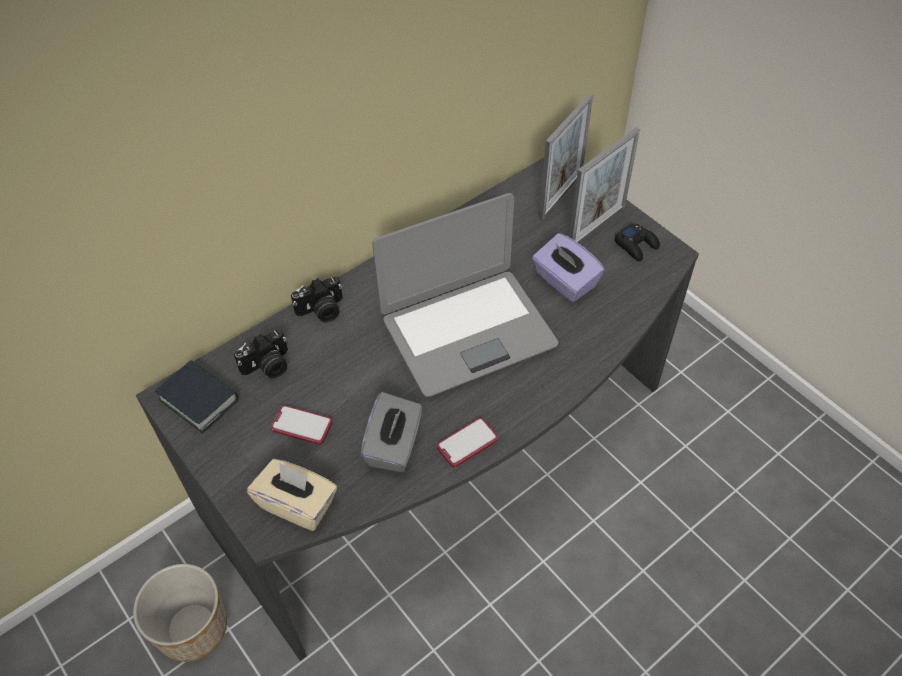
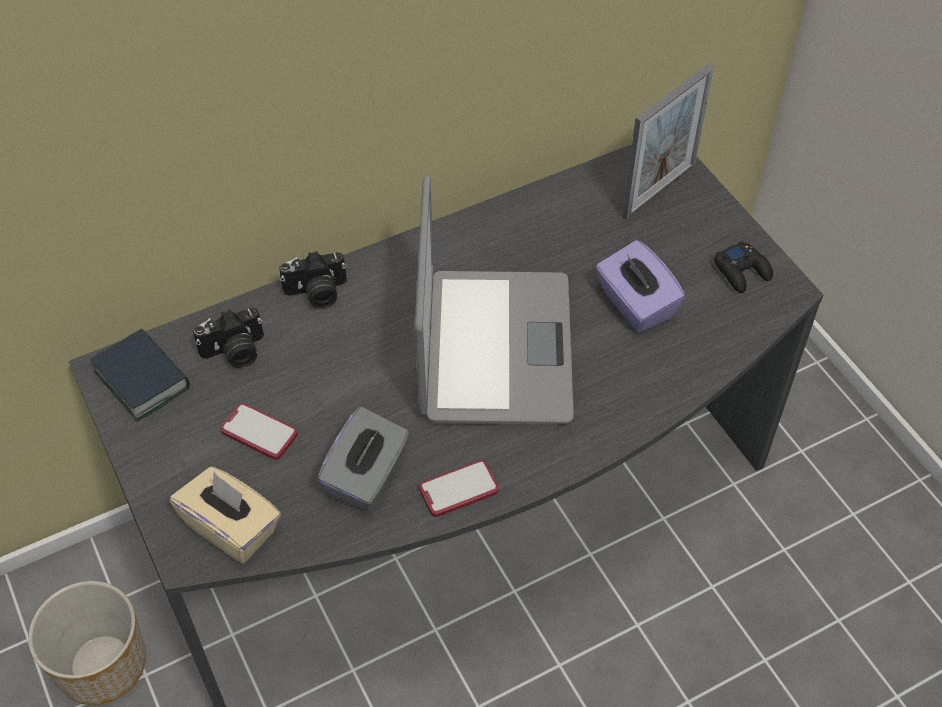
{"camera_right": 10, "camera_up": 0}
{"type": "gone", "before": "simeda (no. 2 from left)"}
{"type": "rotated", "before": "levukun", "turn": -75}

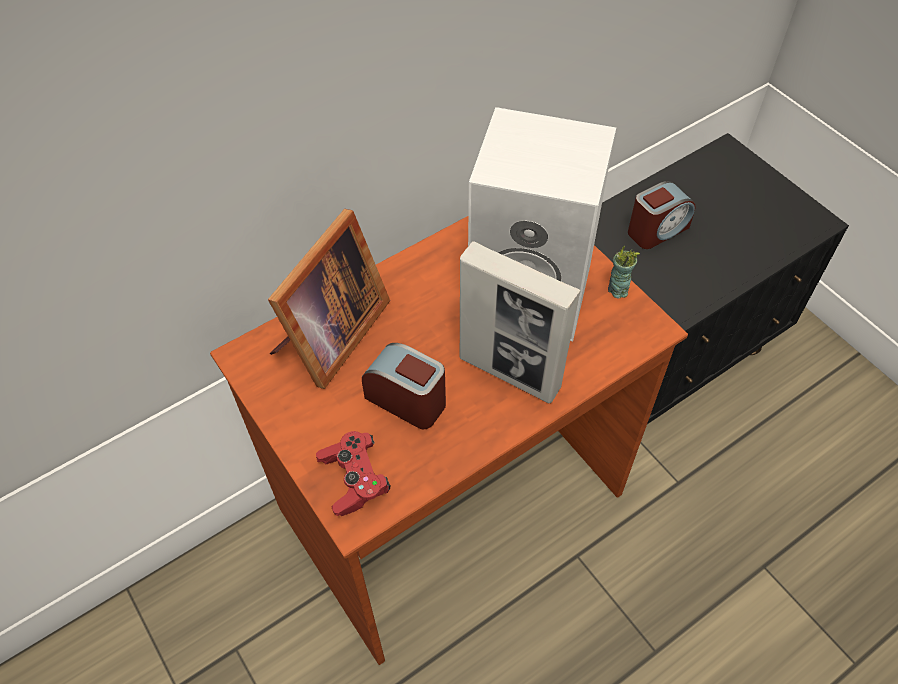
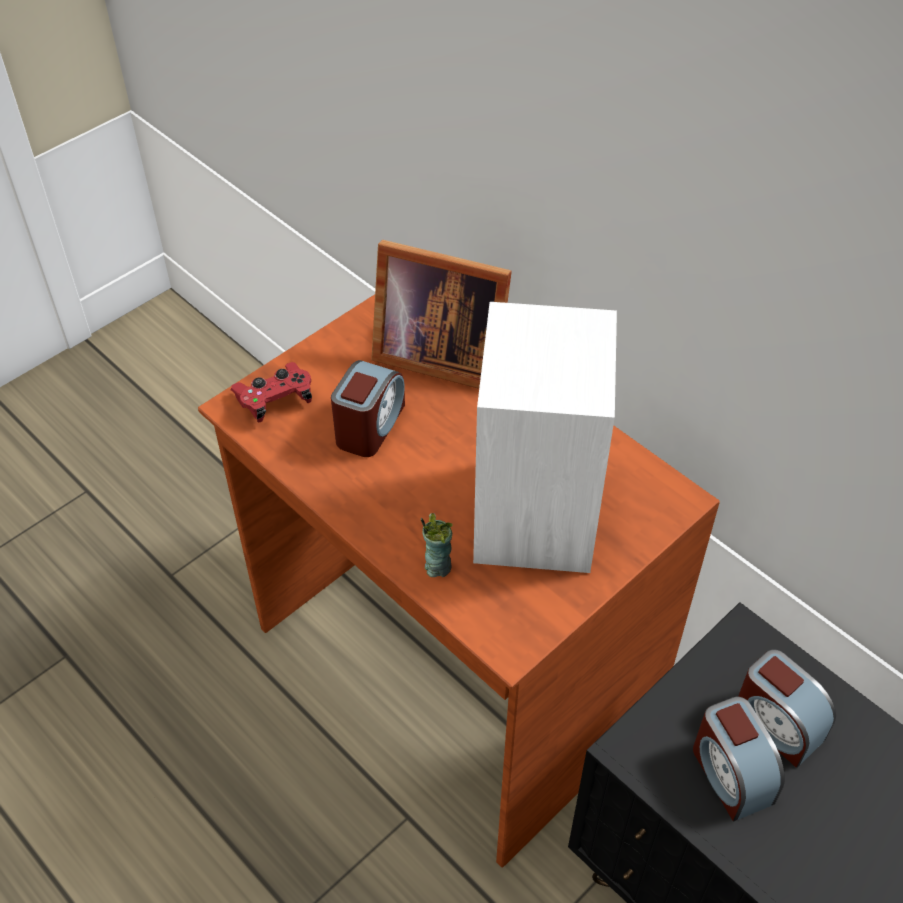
{"camera_right": 80, "camera_up": -5}
{"type": "gone", "before": "simeda (no. 2 from left)"}
{"type": "new", "after": "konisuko (no. 2 from left)"}
{"type": "shifted", "before": "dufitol"}

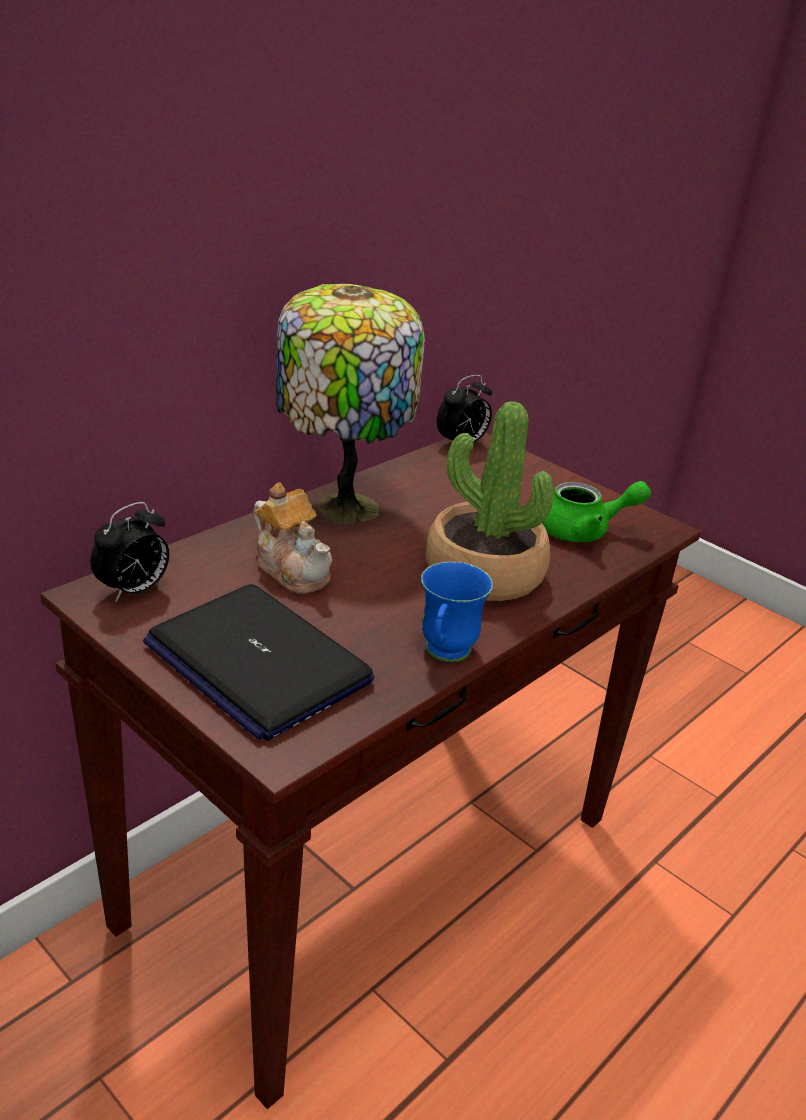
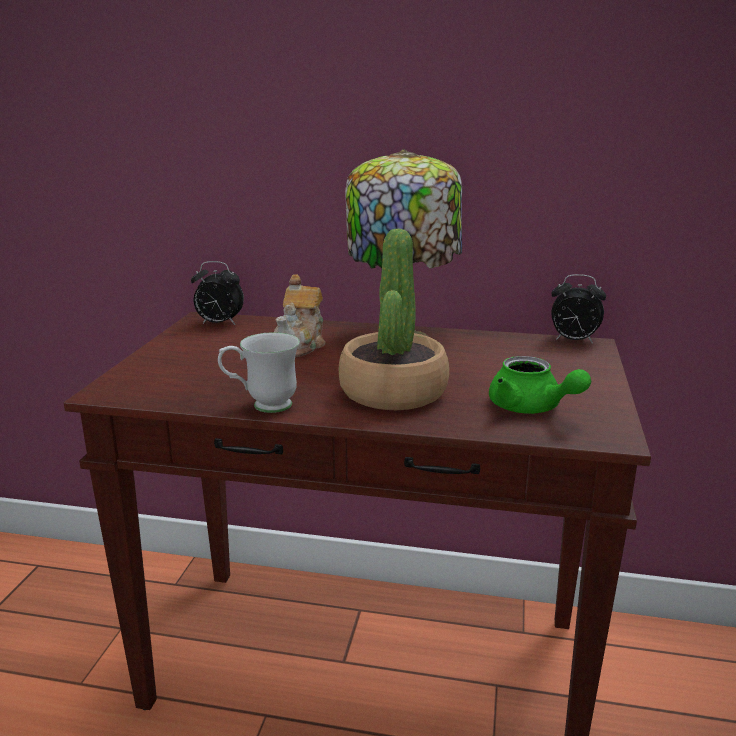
{"camera_right": 60, "camera_up": -10}
{"type": "gone", "before": "levukun"}
{"type": "repainted", "before": "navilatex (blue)", "after": "navilatex (white)"}

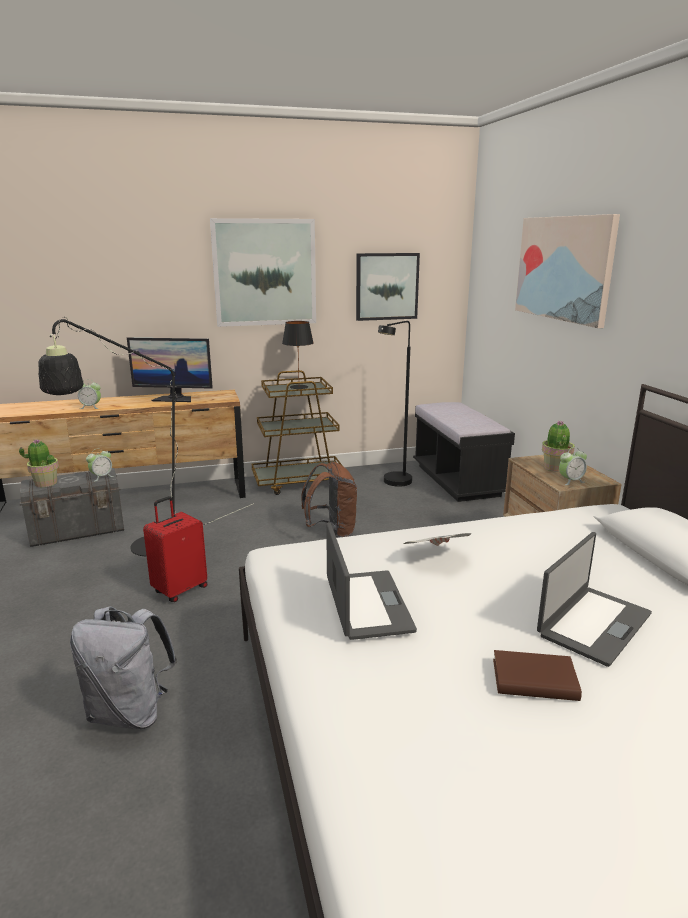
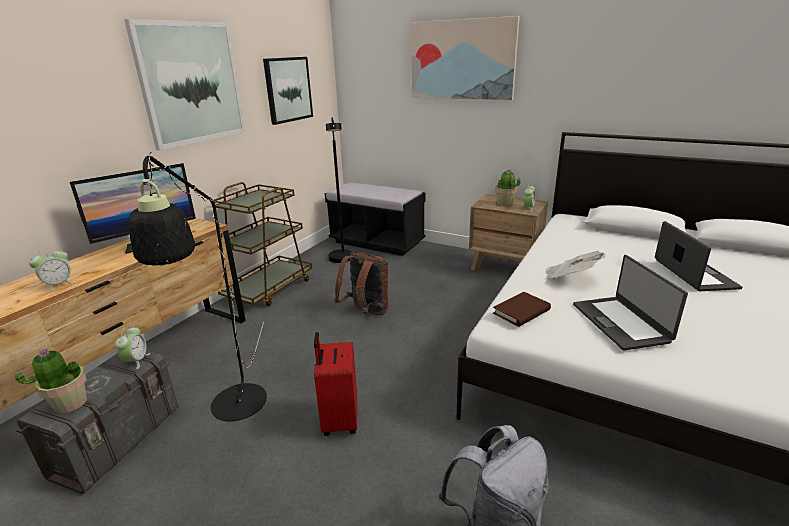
{"camera_right": -45, "camera_up": 5}
{"type": "gone", "before": "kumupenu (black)"}
{"type": "shifted", "before": "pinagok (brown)"}
{"type": "rotated", "before": "levukun (no. 1 from left)", "turn": -135}

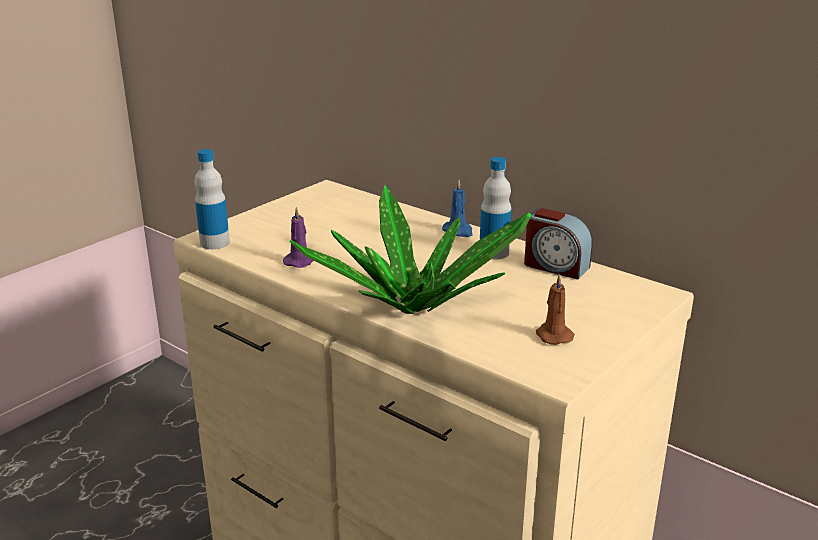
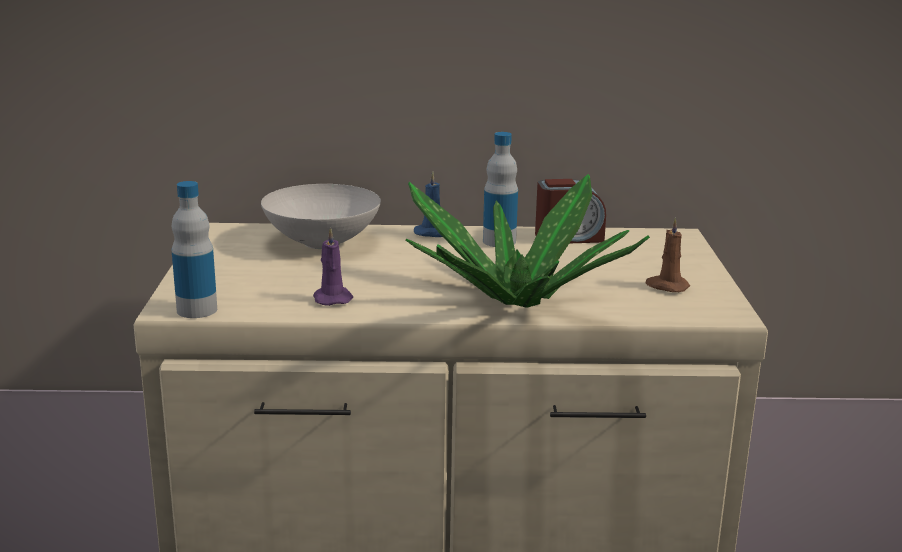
{"camera_right": -40, "camera_up": -5}
{"type": "new", "after": "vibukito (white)"}

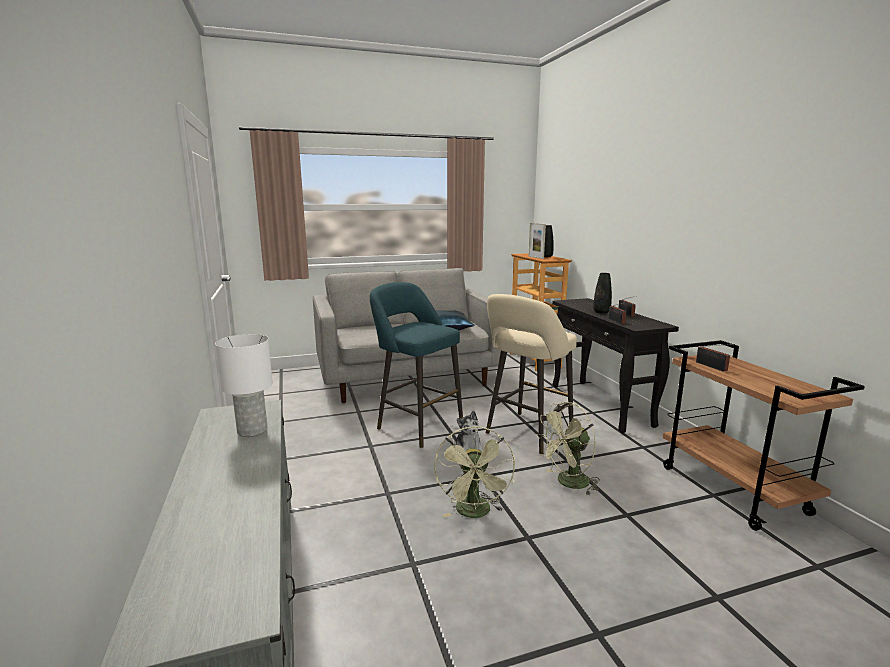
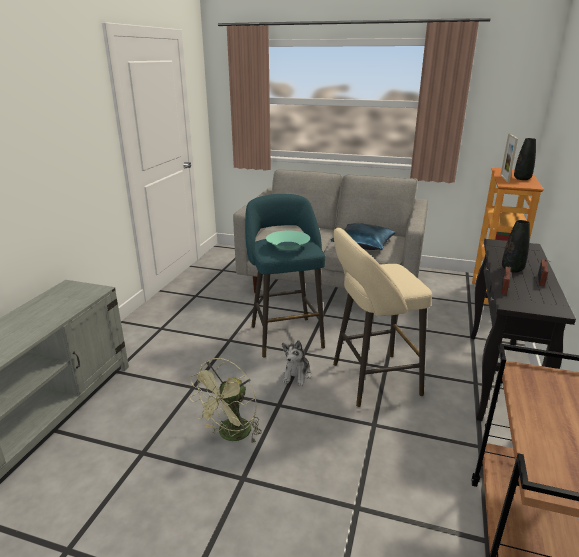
{"camera_right": 35, "camera_up": 10}
{"type": "gone", "before": "kumupenu (white)"}
{"type": "gone", "before": "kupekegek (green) (no. 2 from left)"}
{"type": "gone", "before": "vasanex (no. 3 from left)"}
{"type": "new", "after": "vibukito (turquoise)"}

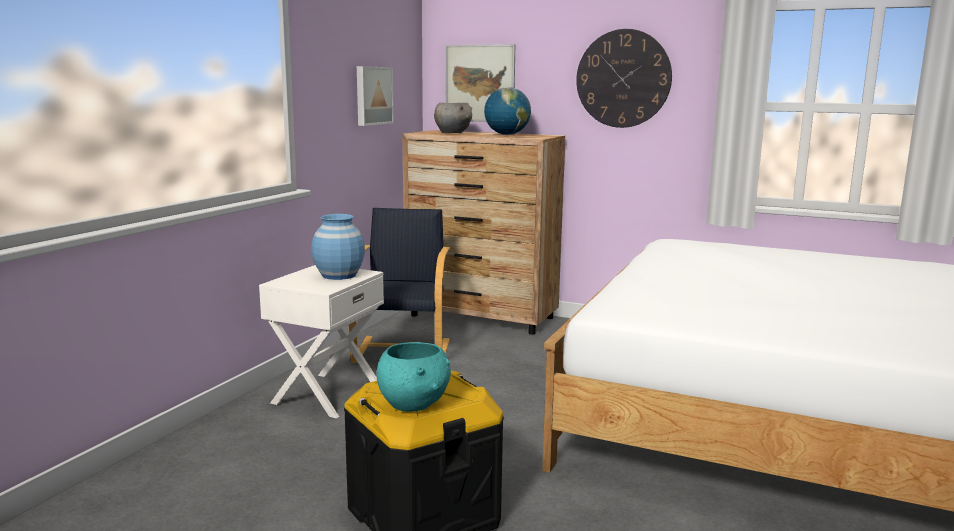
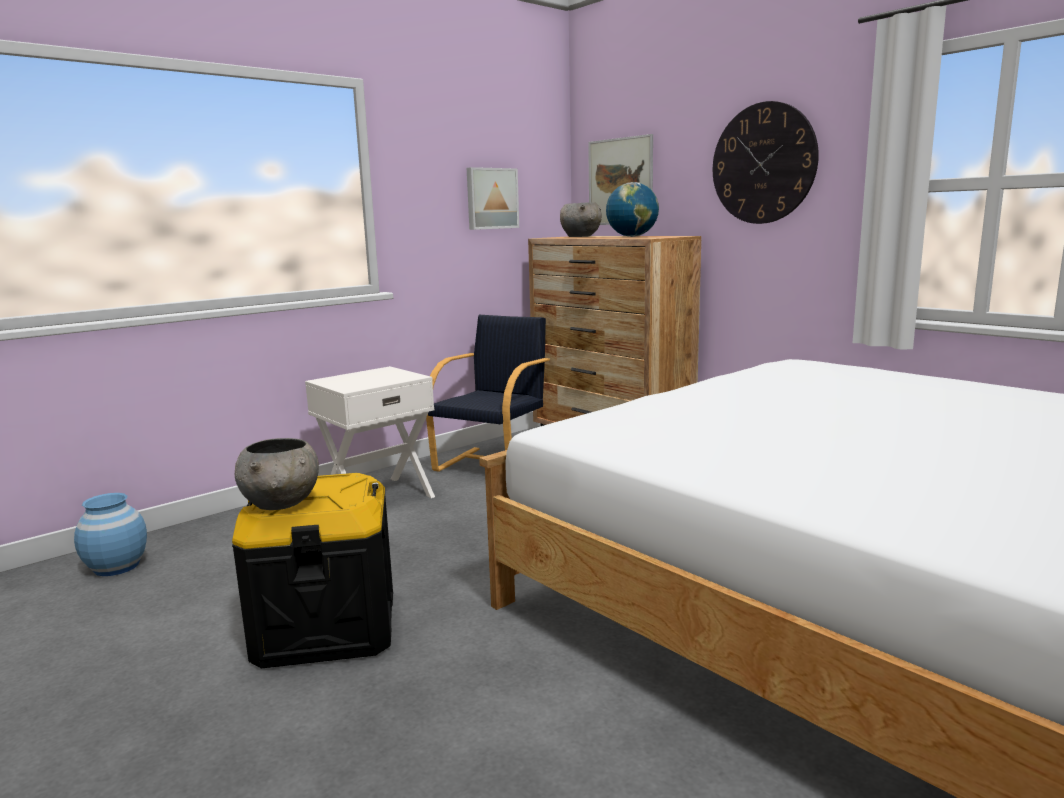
{"camera_right": 25, "camera_up": 0}
{"type": "shifted", "before": "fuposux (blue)"}
{"type": "repainted", "before": "vibukito (turquoise)", "after": "vibukito (grey) (no. 1 from left)"}

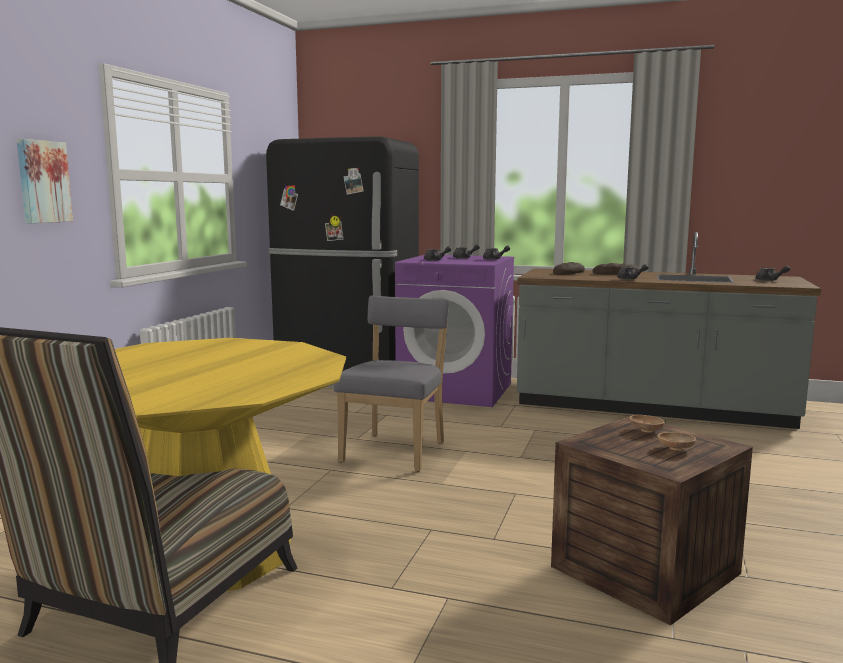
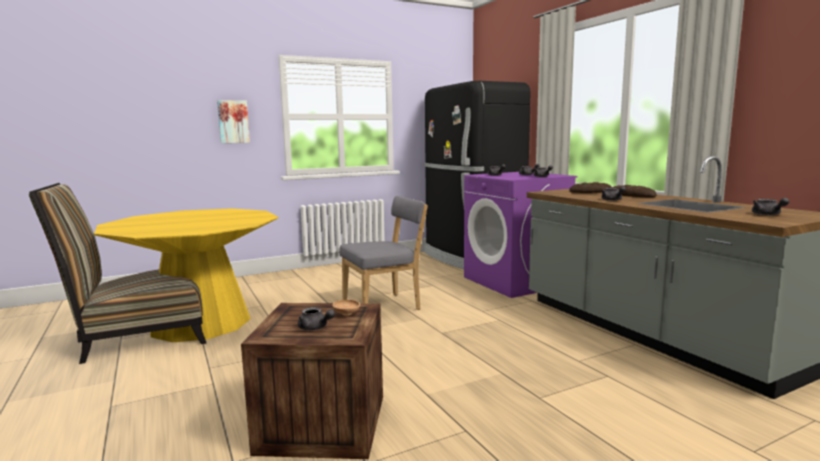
{"camera_right": 45, "camera_up": 0}
{"type": "swapped", "before": "vibukito (brown) (no. 2 from left)", "after": "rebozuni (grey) (no. 1 from left)"}

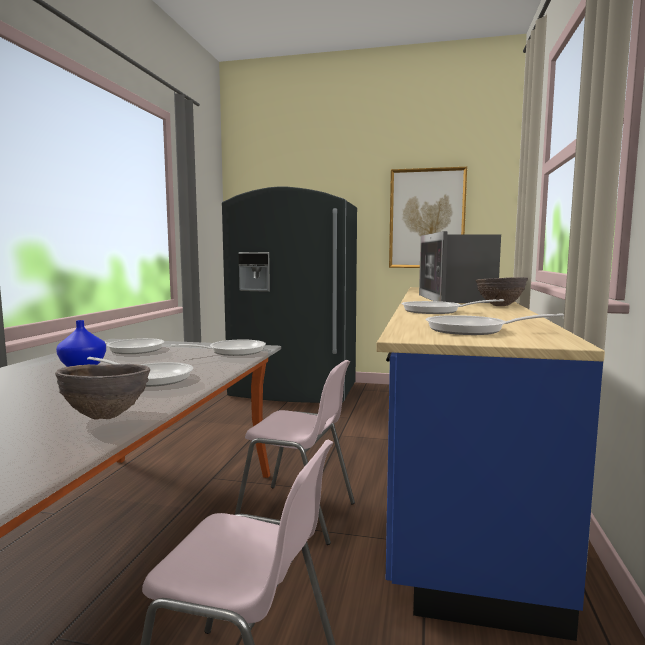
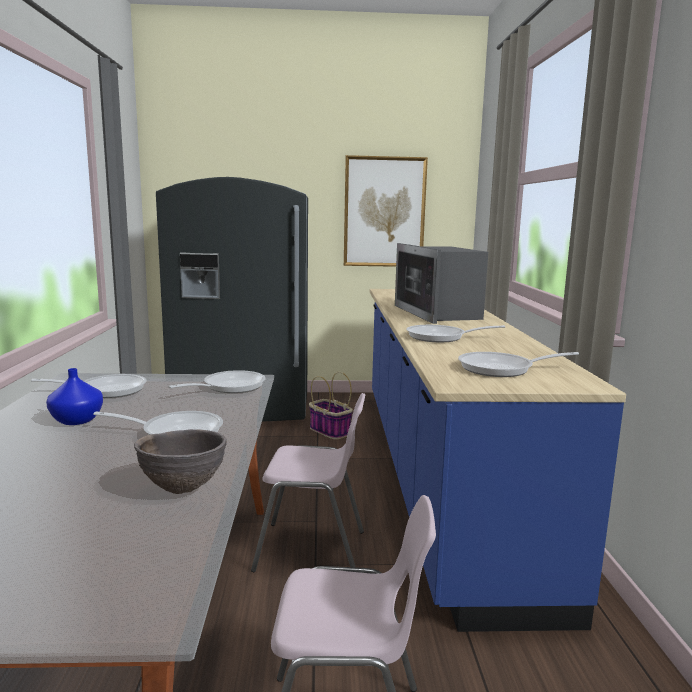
{"camera_right": -15, "camera_up": 5}
{"type": "gone", "before": "vibukito (brown) (no. 2 from left)"}
{"type": "new", "after": "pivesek"}

